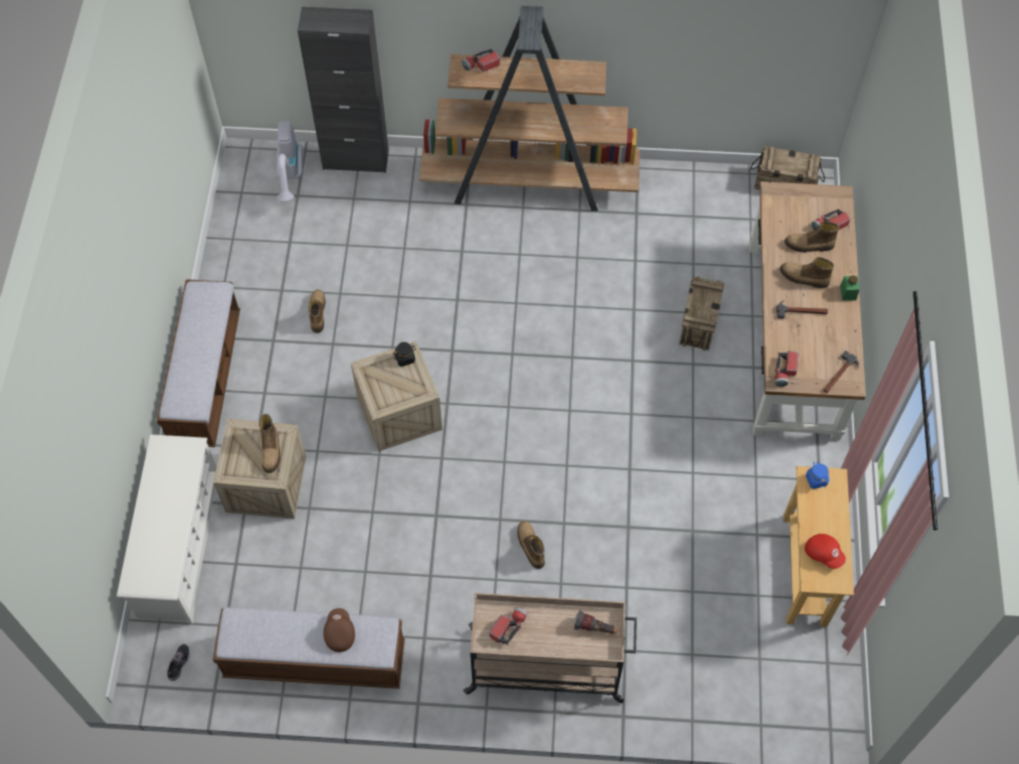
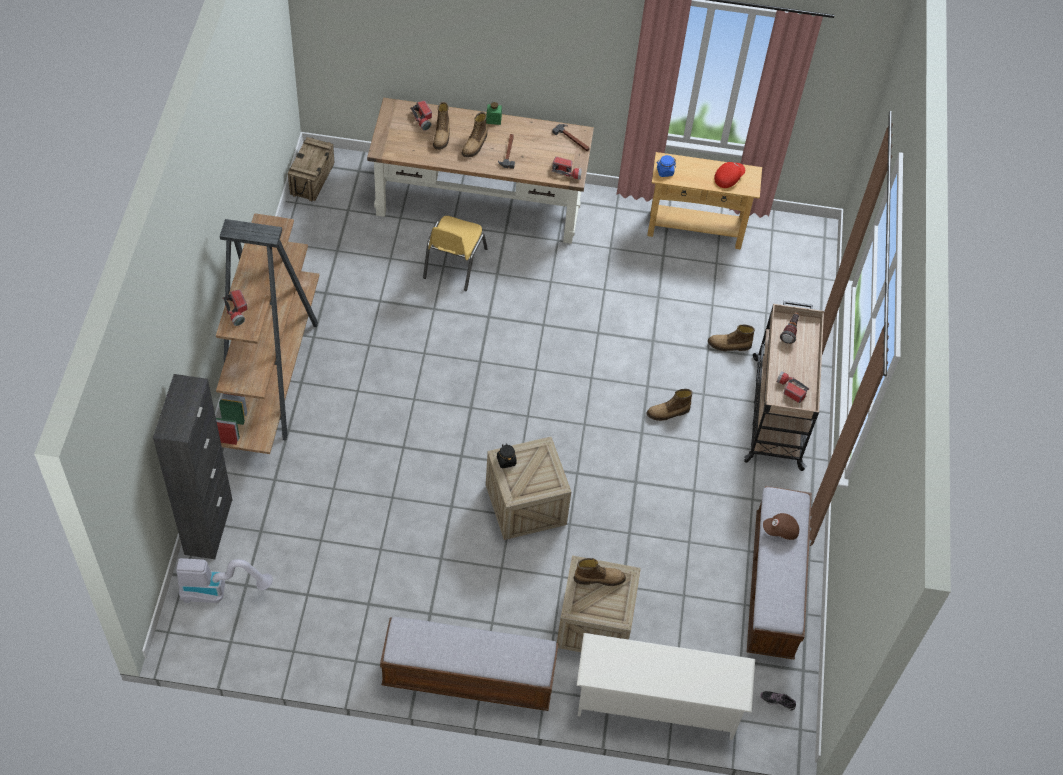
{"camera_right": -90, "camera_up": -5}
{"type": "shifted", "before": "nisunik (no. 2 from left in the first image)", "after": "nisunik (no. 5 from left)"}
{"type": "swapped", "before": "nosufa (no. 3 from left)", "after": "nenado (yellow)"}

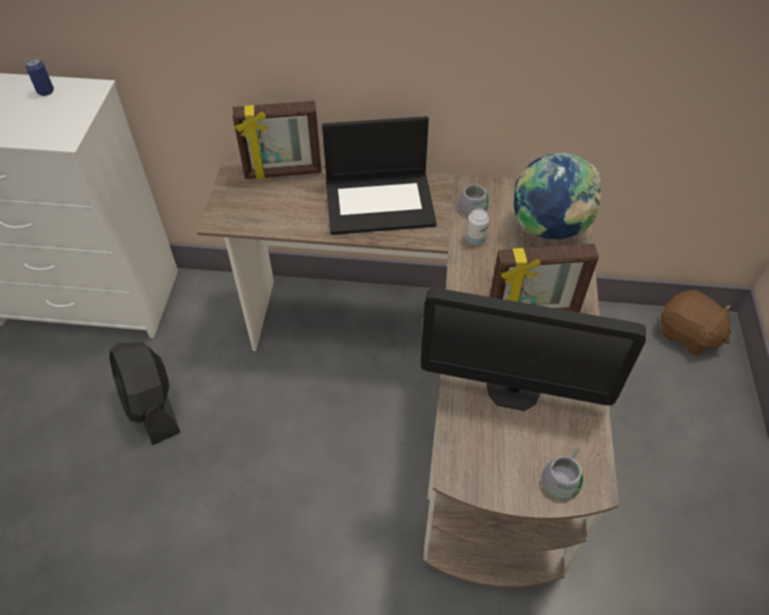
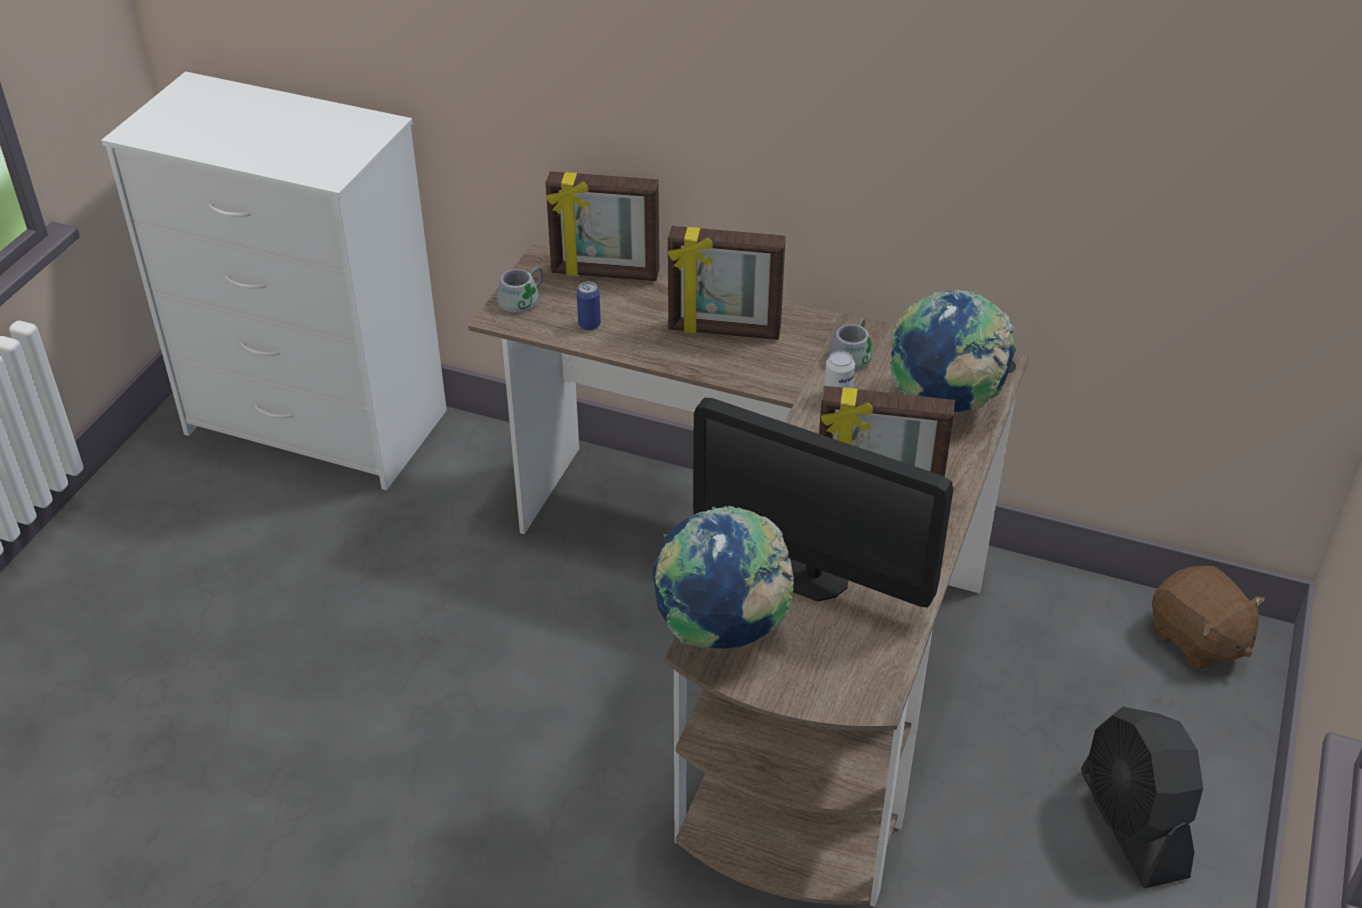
{"camera_right": 15, "camera_up": -10}
{"type": "new", "after": "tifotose (no. 1 from left)"}
{"type": "shifted", "before": "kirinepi (no. 1 from left)"}
{"type": "shifted", "before": "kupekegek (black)"}
{"type": "shifted", "before": "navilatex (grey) (no. 2 from left in the first image)", "after": "navilatex (grey) (no. 1 from left)"}
{"type": "swapped", "before": "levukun", "after": "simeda (no. 2 from left)"}

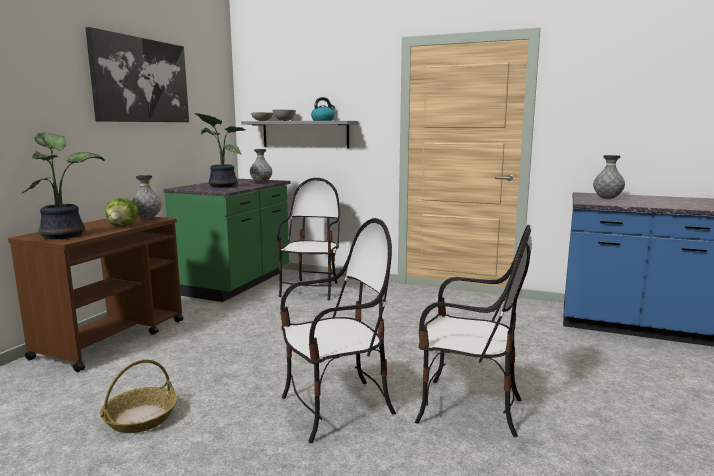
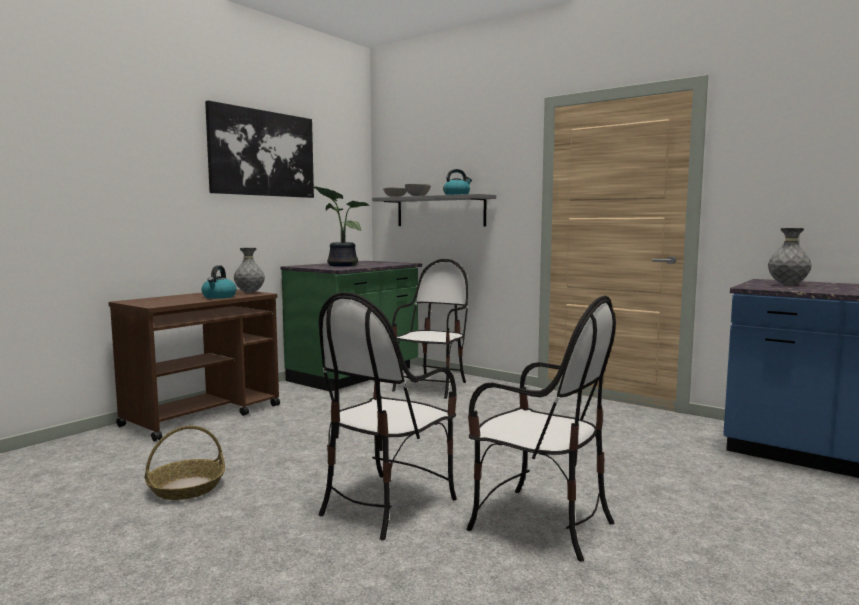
{"camera_right": 15, "camera_up": -5}
{"type": "gone", "before": "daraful (no. 1 from left)"}
{"type": "gone", "before": "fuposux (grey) (no. 2 from left)"}
{"type": "swapped", "before": "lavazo", "after": "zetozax (no. 1 from left)"}
{"type": "rotated", "before": "nenado (no. 2 from left in the first image)", "turn": 135}

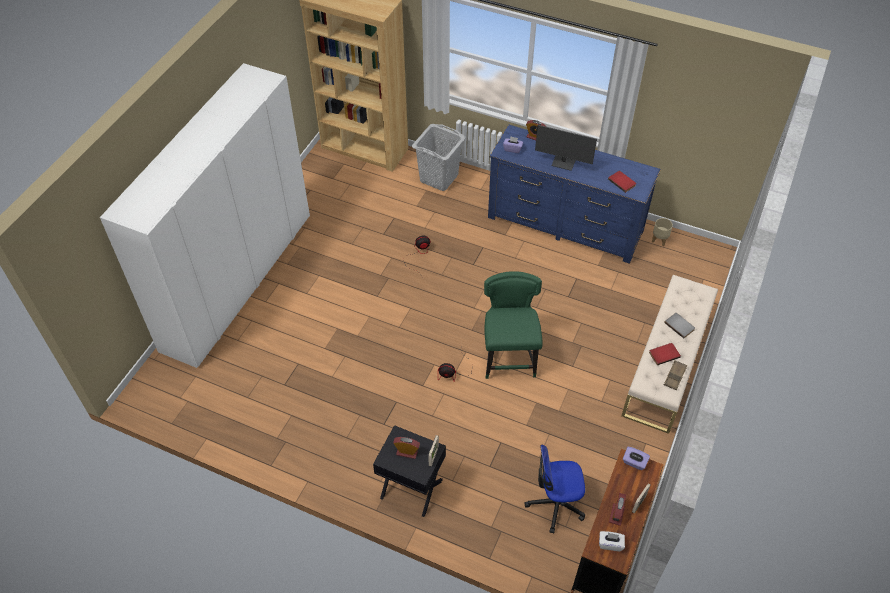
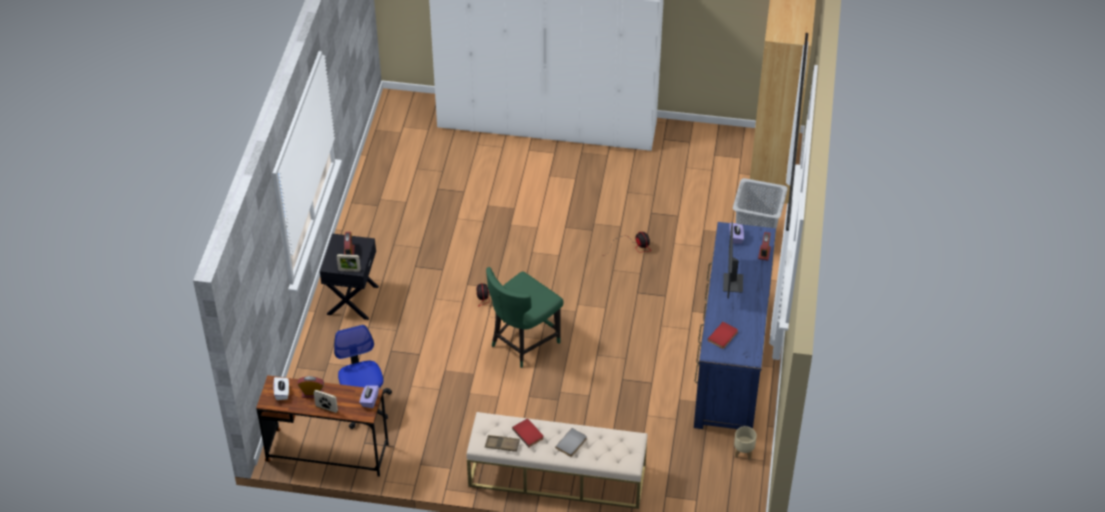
{"camera_right": 75, "camera_up": -5}
{"type": "rotated", "before": "nenado (green)", "turn": 150}

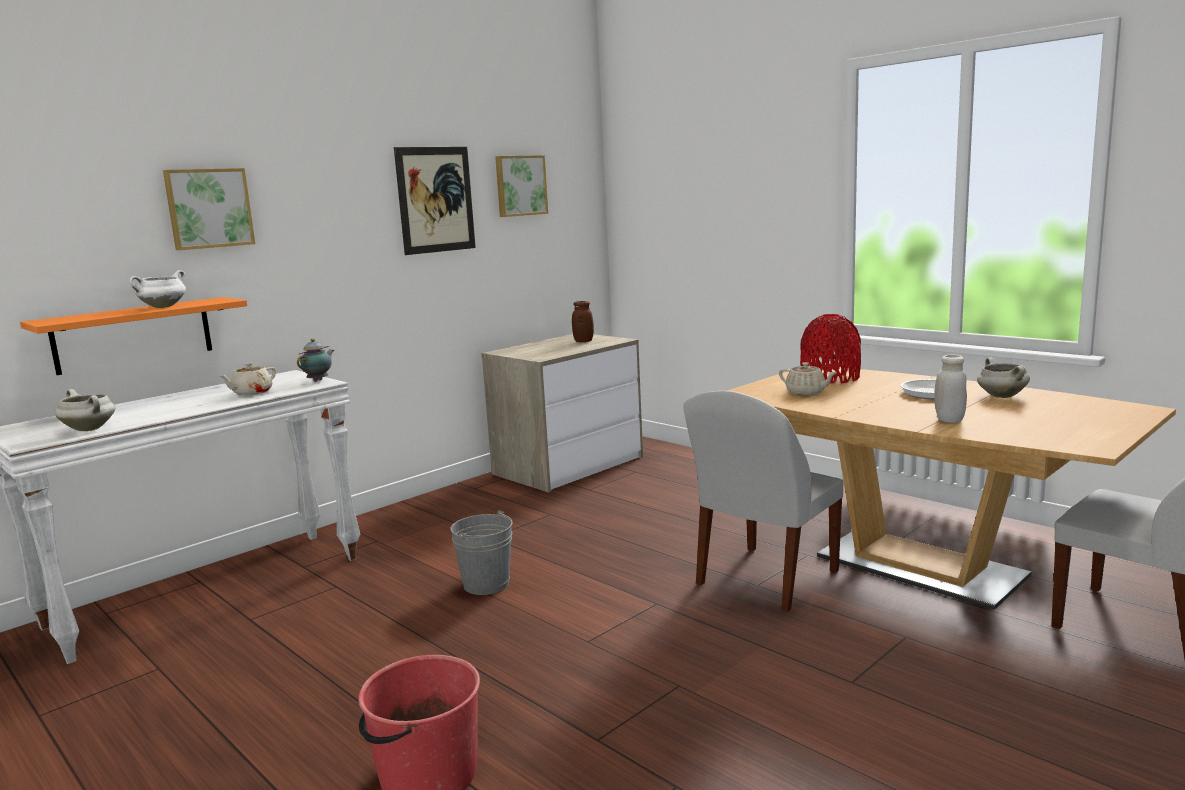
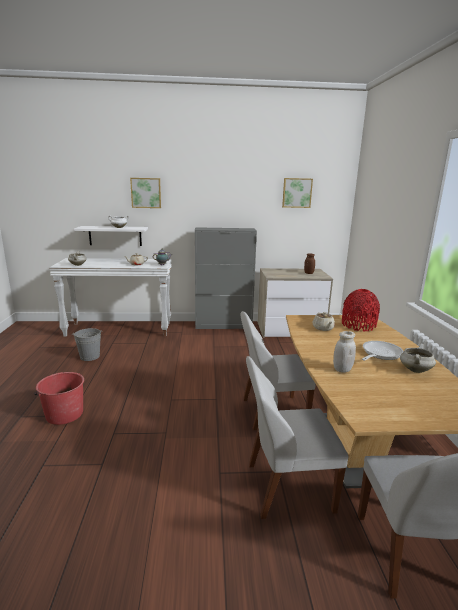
{"camera_right": 40, "camera_up": 5}
{"type": "gone", "before": "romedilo (no. 2 from left)"}
{"type": "new", "after": "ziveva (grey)"}
{"type": "new", "after": "nenado (white) (no. 2 from left)"}
{"type": "shifted", "before": "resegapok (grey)"}
{"type": "repainted", "before": "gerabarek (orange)", "after": "gerabarek (white)"}

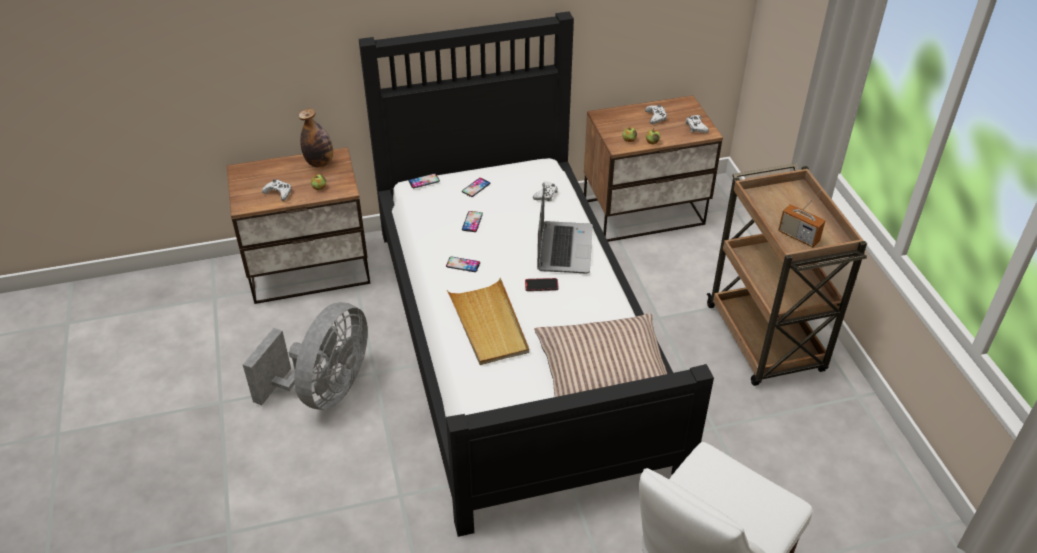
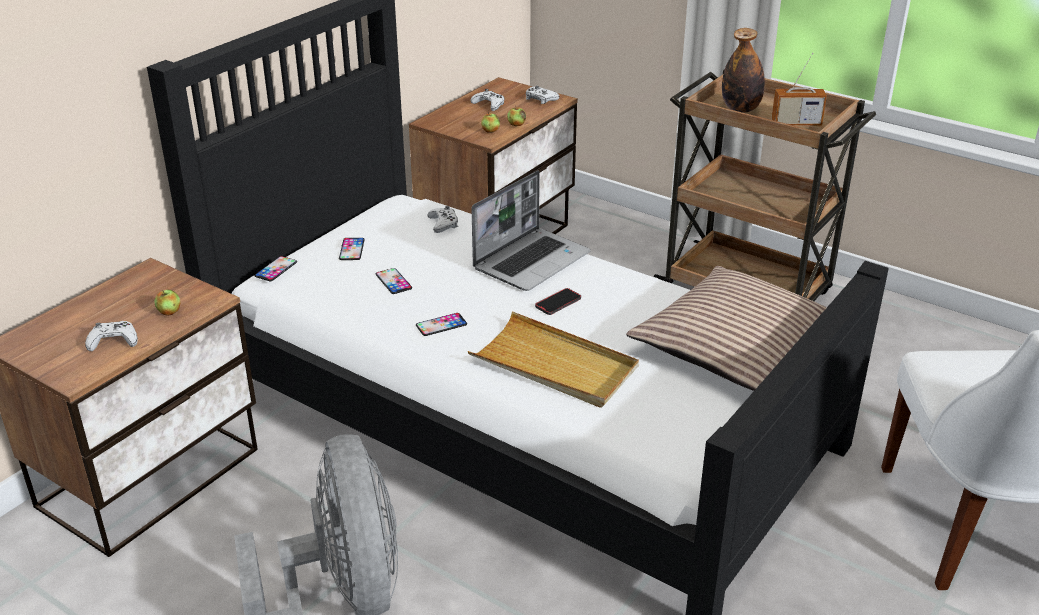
{"camera_right": -40, "camera_up": -10}
{"type": "shifted", "before": "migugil"}
{"type": "rotated", "before": "levukun", "turn": 75}

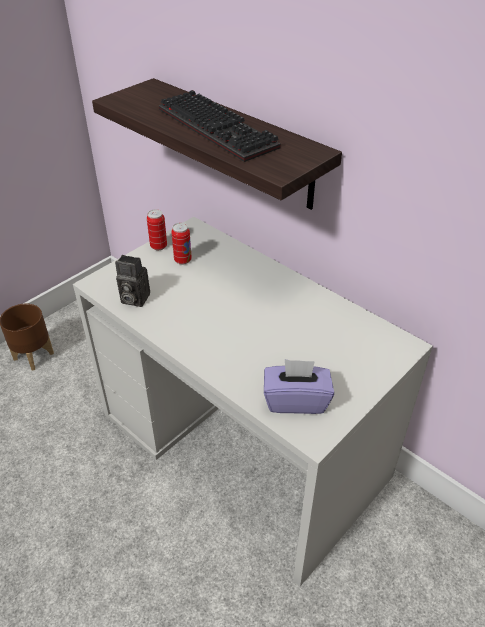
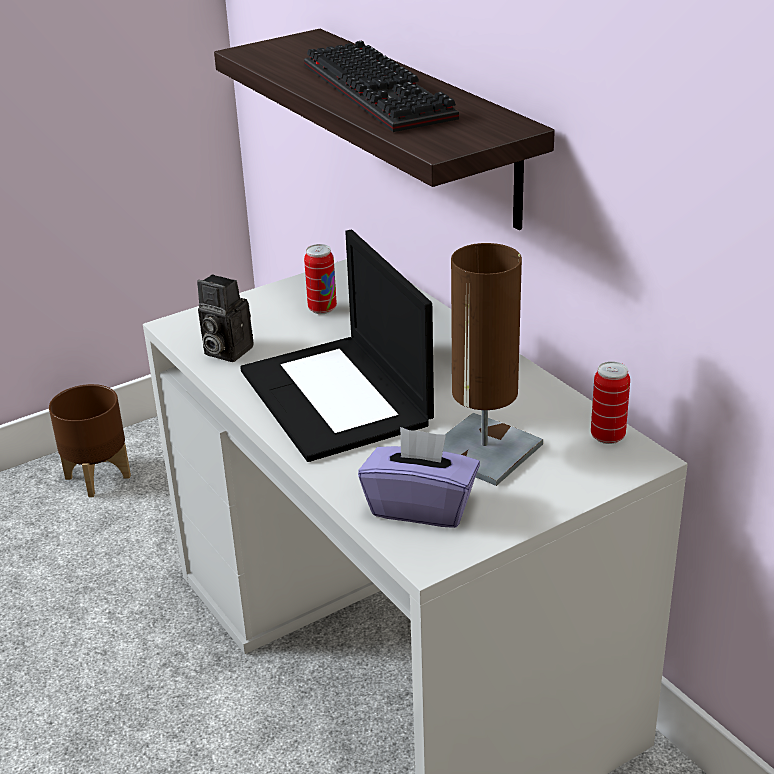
{"camera_right": 15, "camera_up": -10}
{"type": "new", "after": "levukun"}
{"type": "new", "after": "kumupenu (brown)"}
{"type": "shifted", "before": "kirinepi (no. 1 from left in the first image)", "after": "kirinepi (no. 2 from left)"}

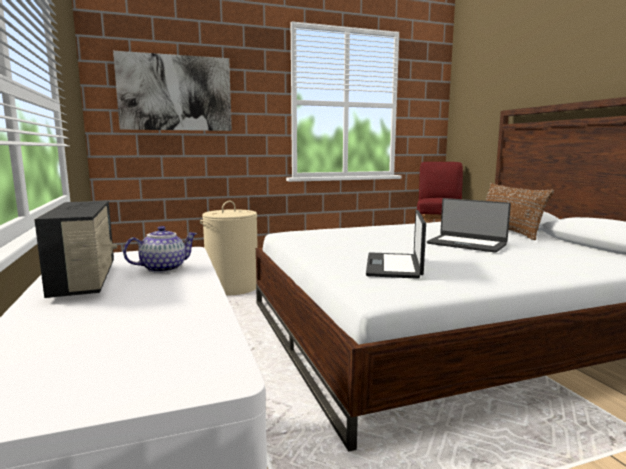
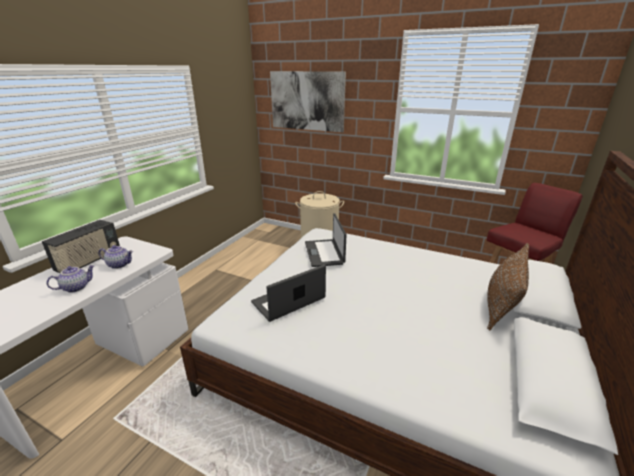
{"camera_right": 45, "camera_up": 15}
{"type": "new", "after": "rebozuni (no. 1 from left)"}
{"type": "shifted", "before": "levukun (no. 2 from left)"}

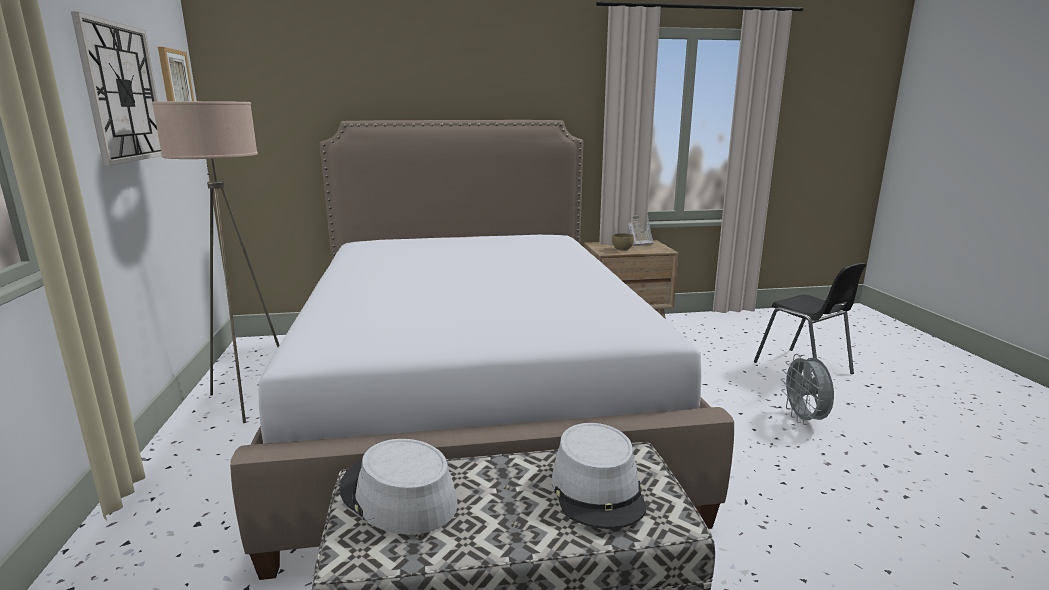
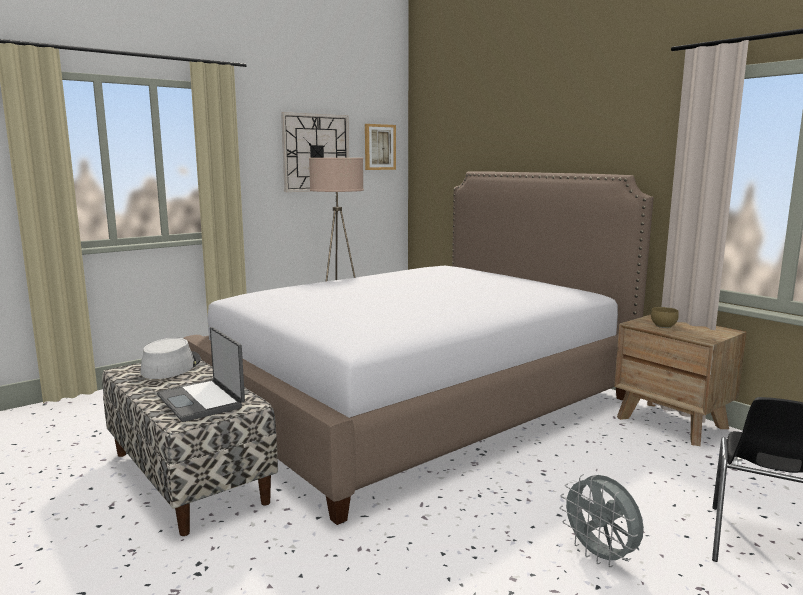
{"camera_right": 60, "camera_up": -5}
{"type": "gone", "before": "simeda"}
{"type": "swapped", "before": "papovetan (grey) (no. 2 from left)", "after": "levukun"}
{"type": "rotated", "before": "kupekegek (grey)", "turn": -90}

